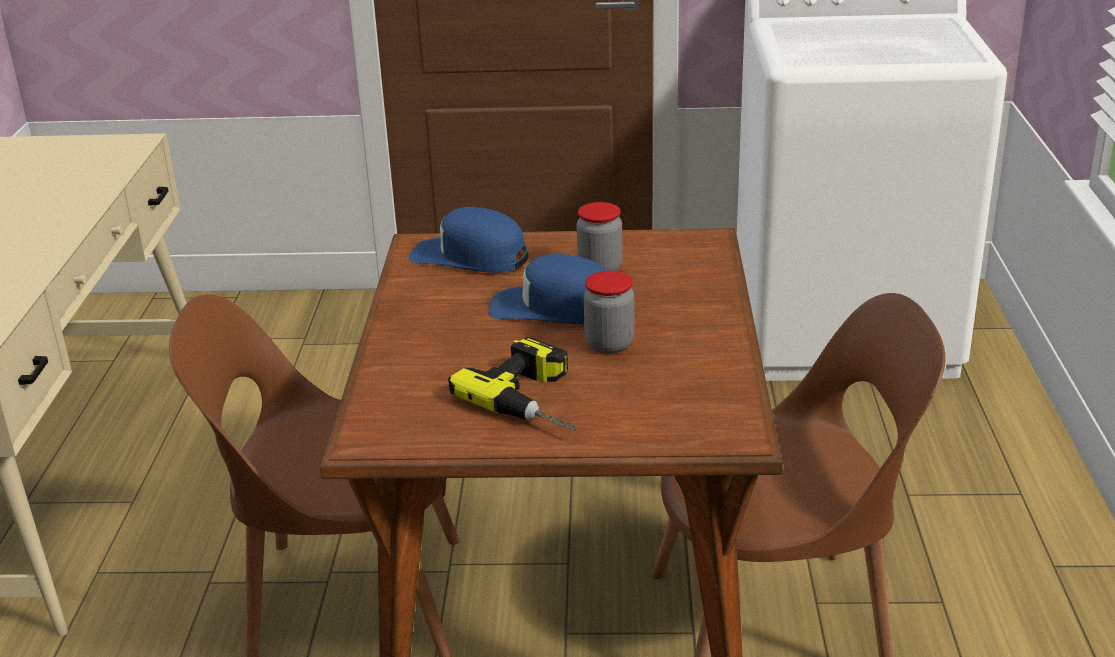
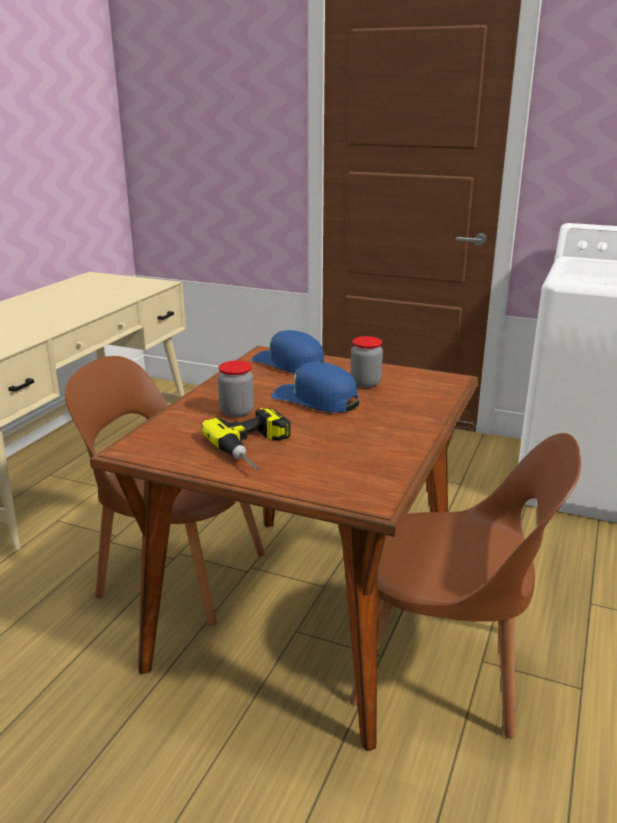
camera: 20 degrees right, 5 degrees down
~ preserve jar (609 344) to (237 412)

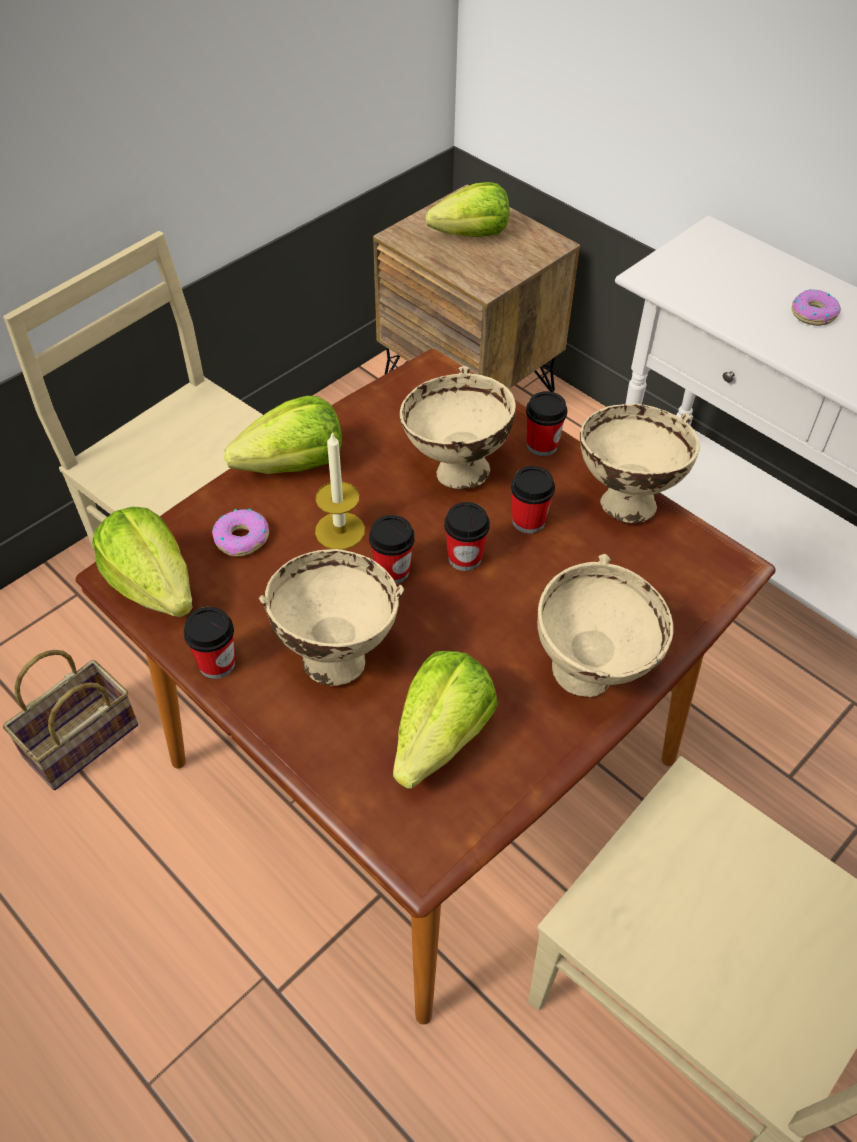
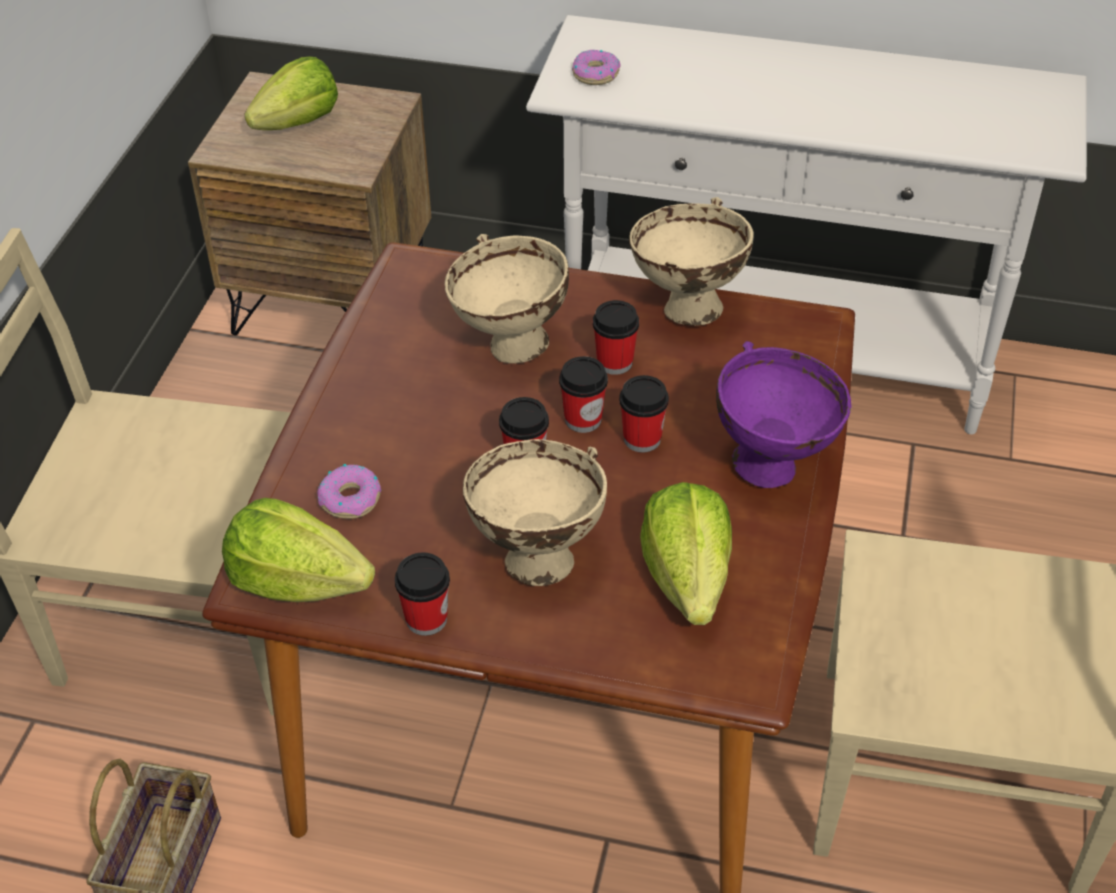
camera: 30 degrees left, 5 degrees down
~ donut (813 314) to (595 74)
~ drinking cup (542 445) to (642 439)
- head of lettuce (293 465)
- candle (340 531)
~ beige-coloured deep dish (590 674) to purplish deep dish (772 465)

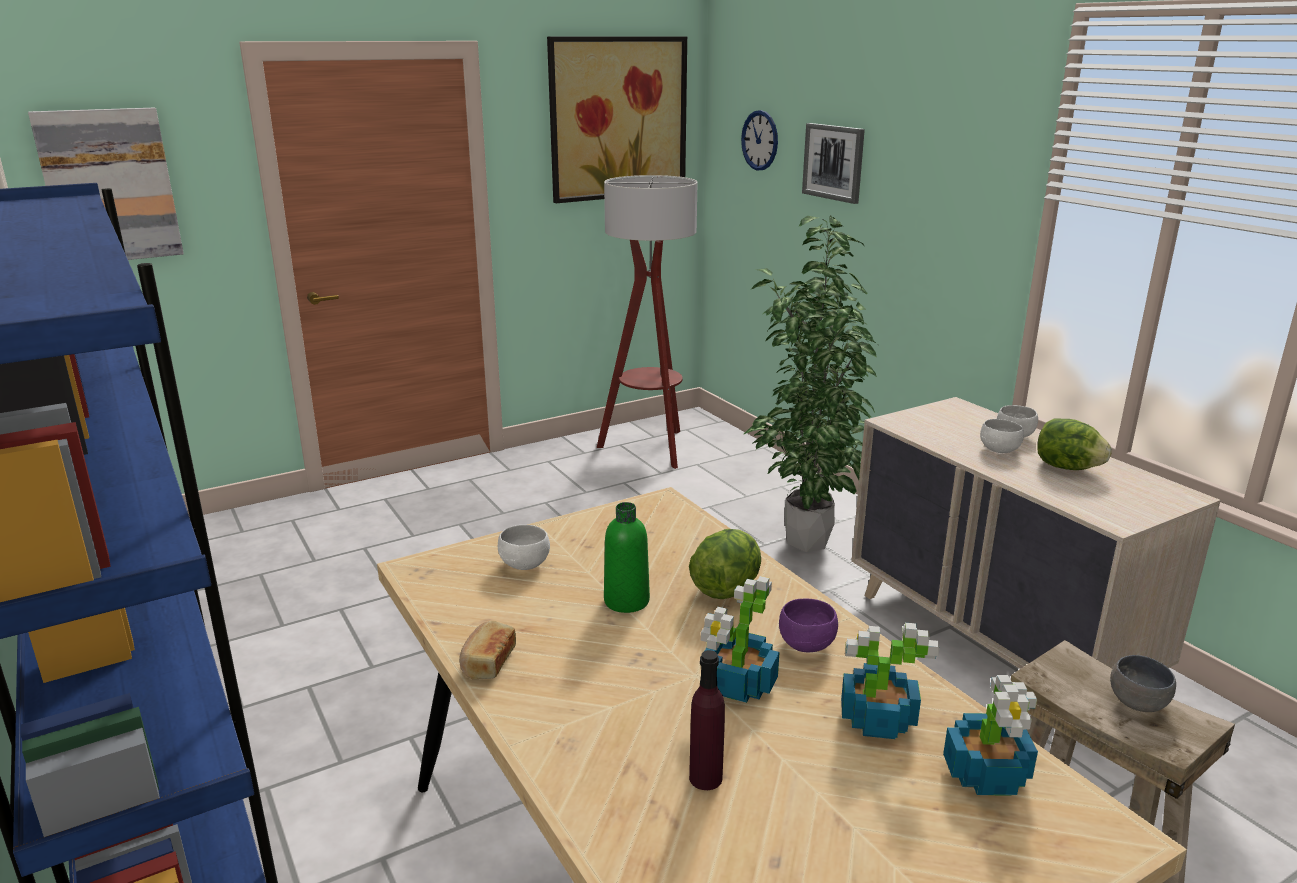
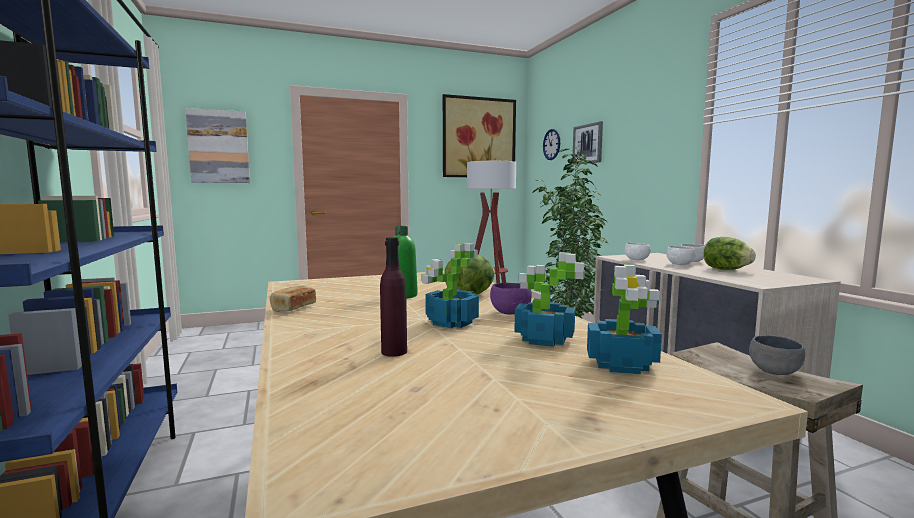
camera: 10 degrees right, 15 degrees down
~ whitish deep dish (526 564) to (637 260)

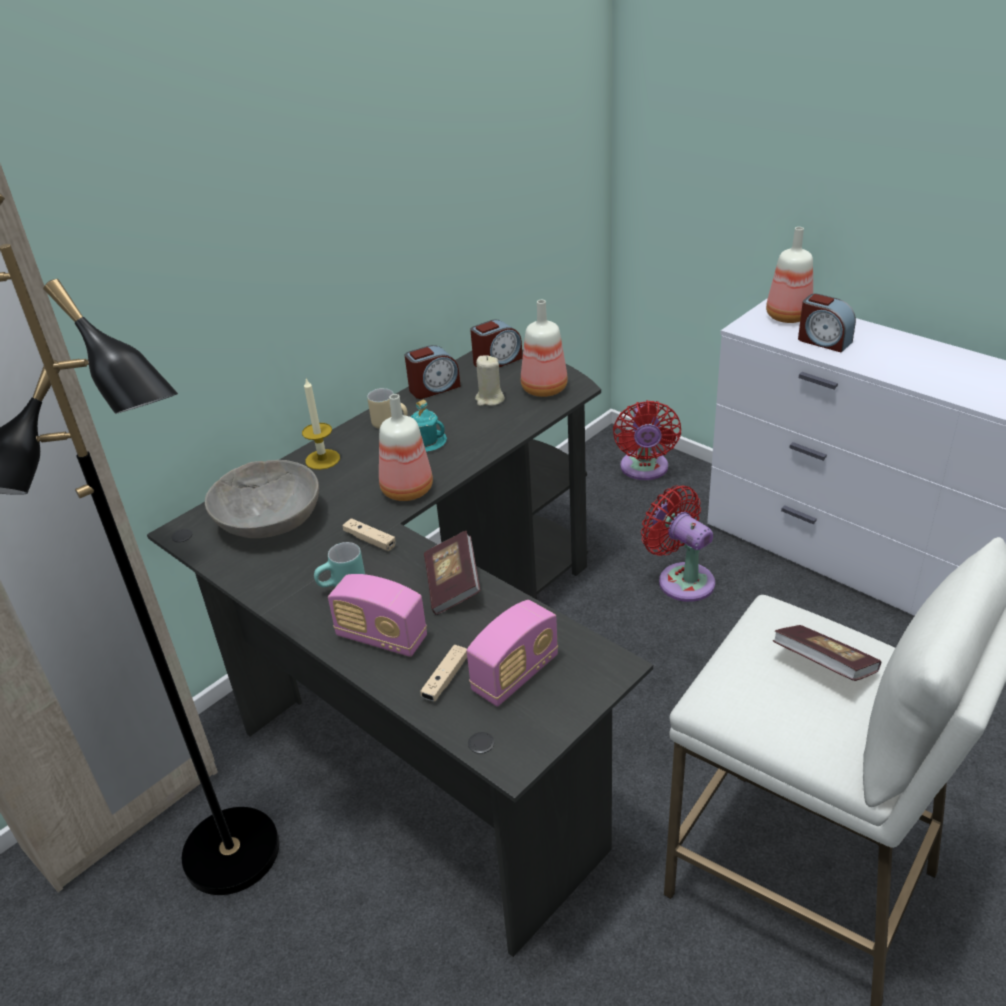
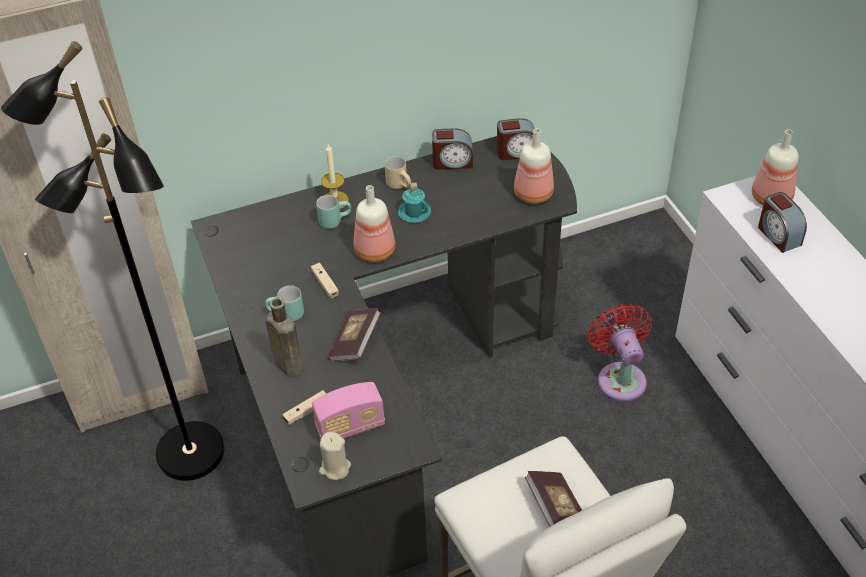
camera: 25 degrees right, 10 degrees up
~ beige-coloured candle (489 399) to (335 468)
- red-coloured cooling fan (644 469)
- grey deep dish (268 520)
~ radio receiver (381 638) to brownish beverage bottle (287 364)
+ blue-green mug (334 220)

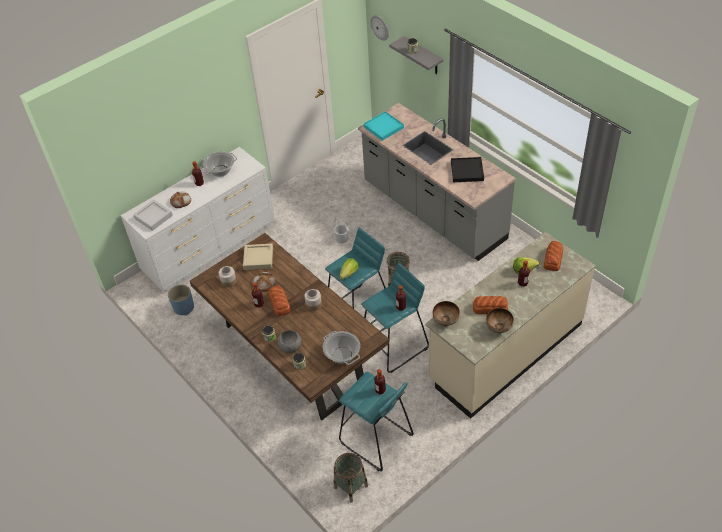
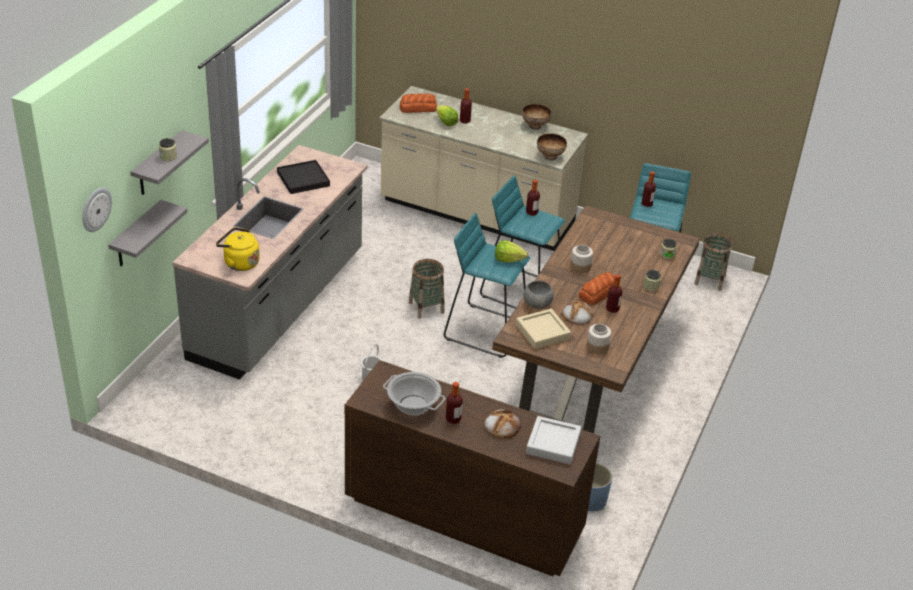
camera: 120 degrees left, 10 degrees down
~ blue-green serving tray (383 127) to yellow kettle (239 263)
~ whitish dresser (210 248) to brownish dresser (463 516)
- bread (489 308)
~ grey deep dish (290 347) to (537 304)
- stockpot (342 355)
+ grey bracket shelf (136 235)

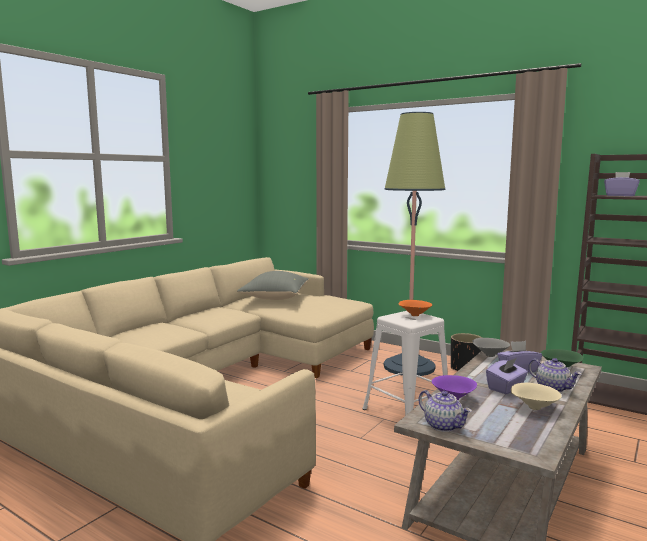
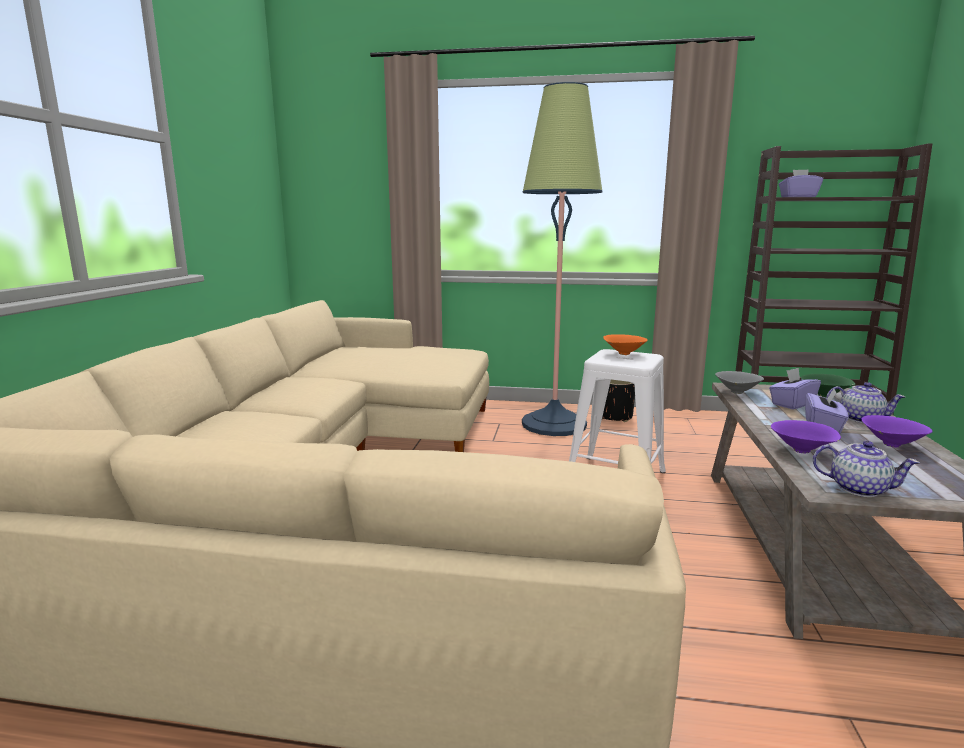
camera: 25 degrees left, 5 degrees up
- grey cushion (275 298)
~ beige-coloured deep dish (533 408) to purplish deep dish (890 445)

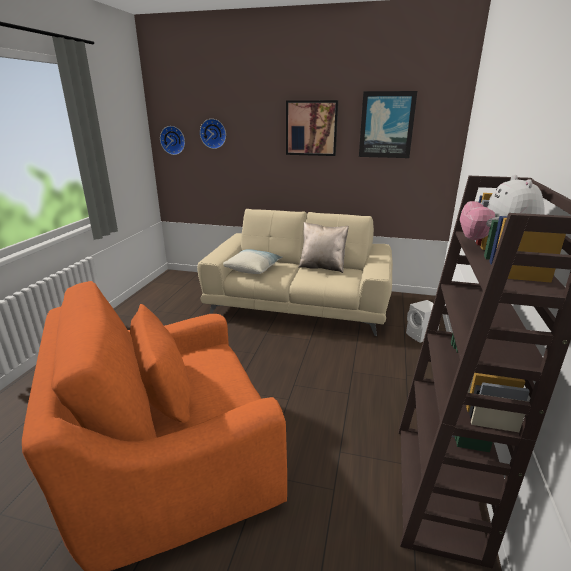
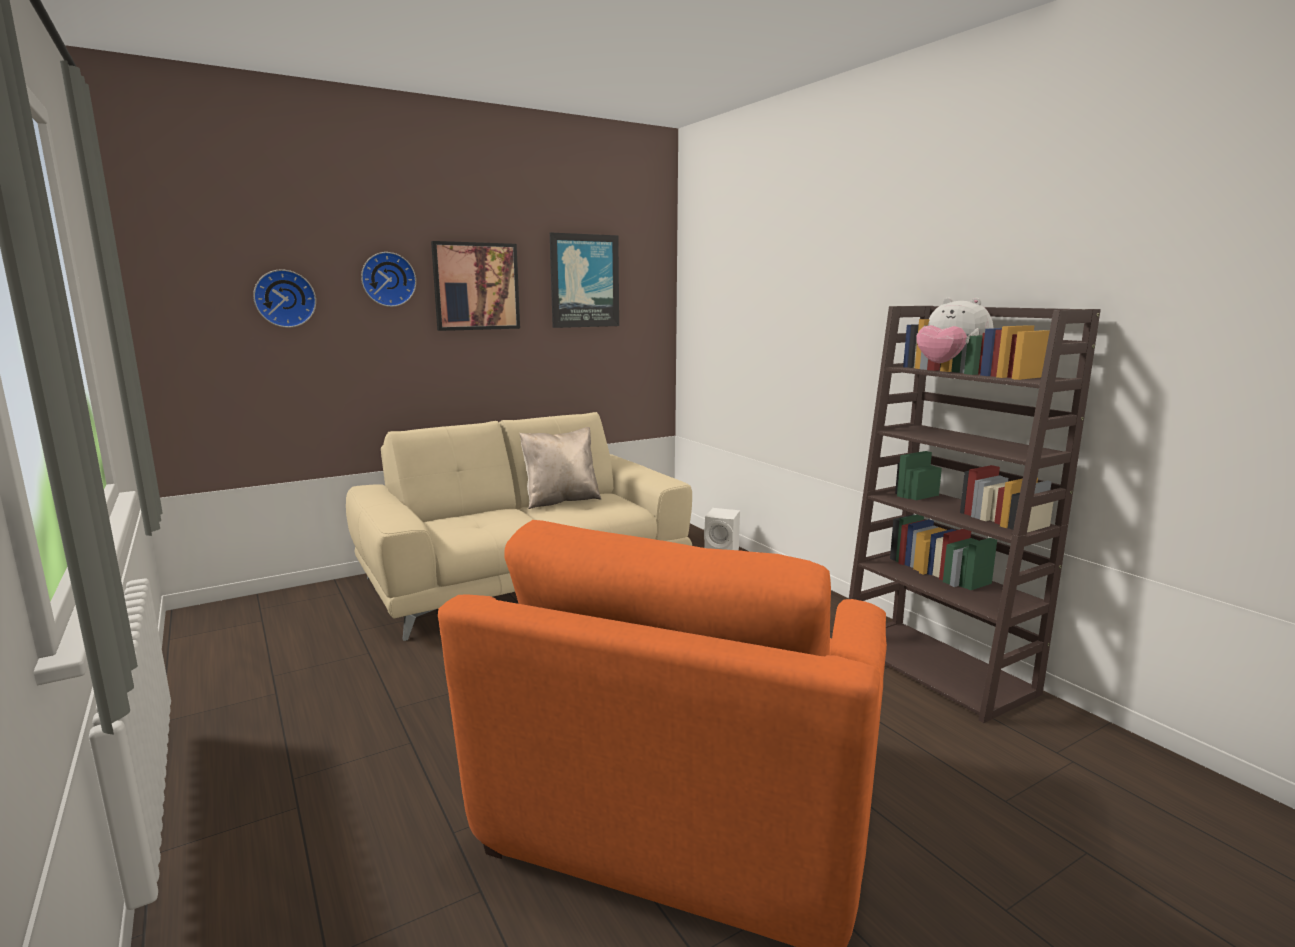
camera: 45 degrees left, 10 degrees down
~ clock on the wall (173 140) to (388 279)
- cushion (253 269)

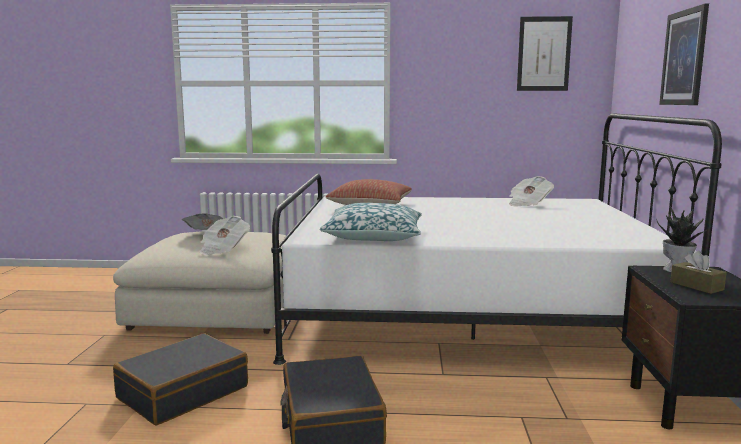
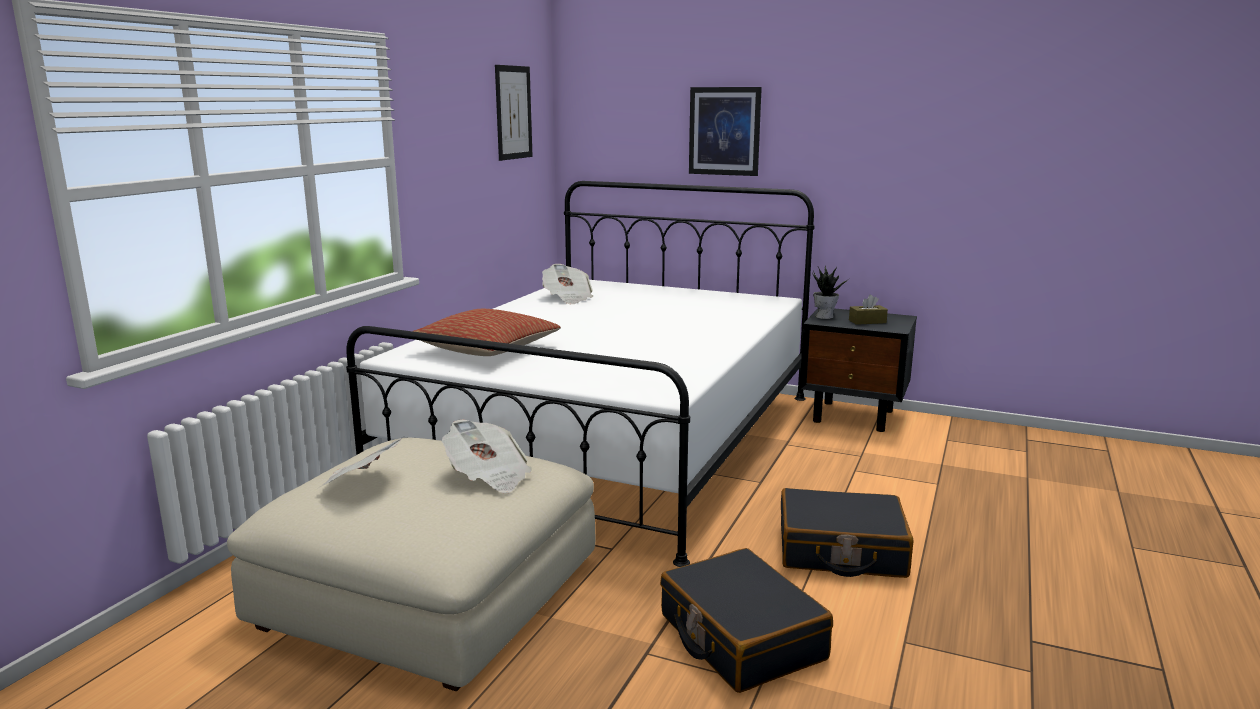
camera: 70 degrees left, 5 degrees up
- cushion (374 236)

